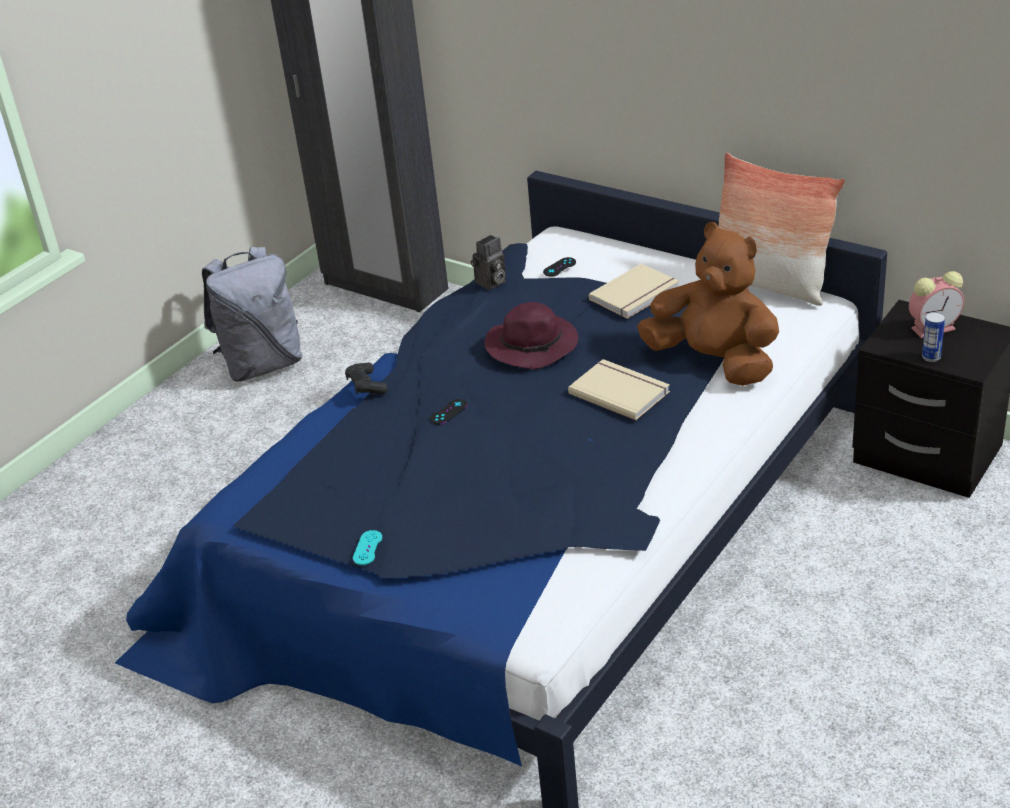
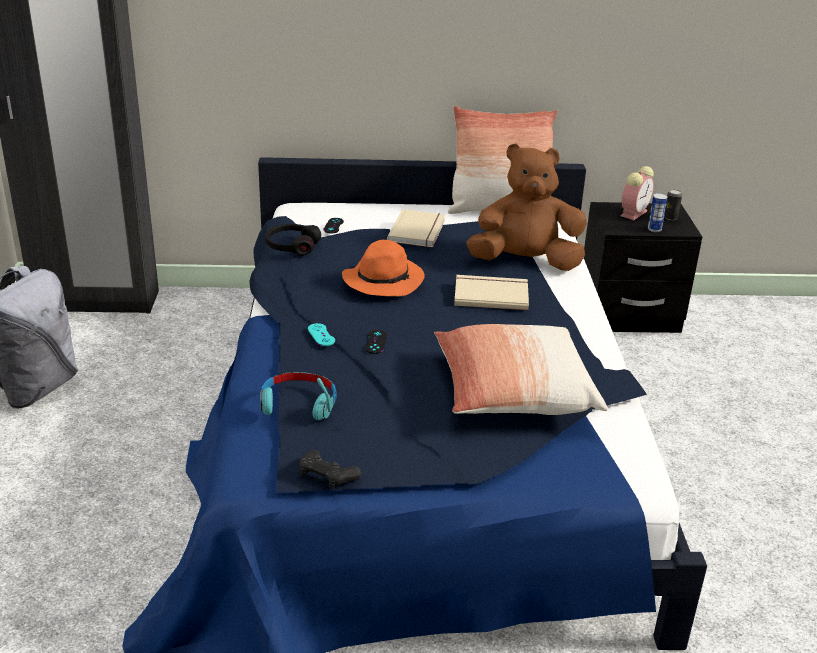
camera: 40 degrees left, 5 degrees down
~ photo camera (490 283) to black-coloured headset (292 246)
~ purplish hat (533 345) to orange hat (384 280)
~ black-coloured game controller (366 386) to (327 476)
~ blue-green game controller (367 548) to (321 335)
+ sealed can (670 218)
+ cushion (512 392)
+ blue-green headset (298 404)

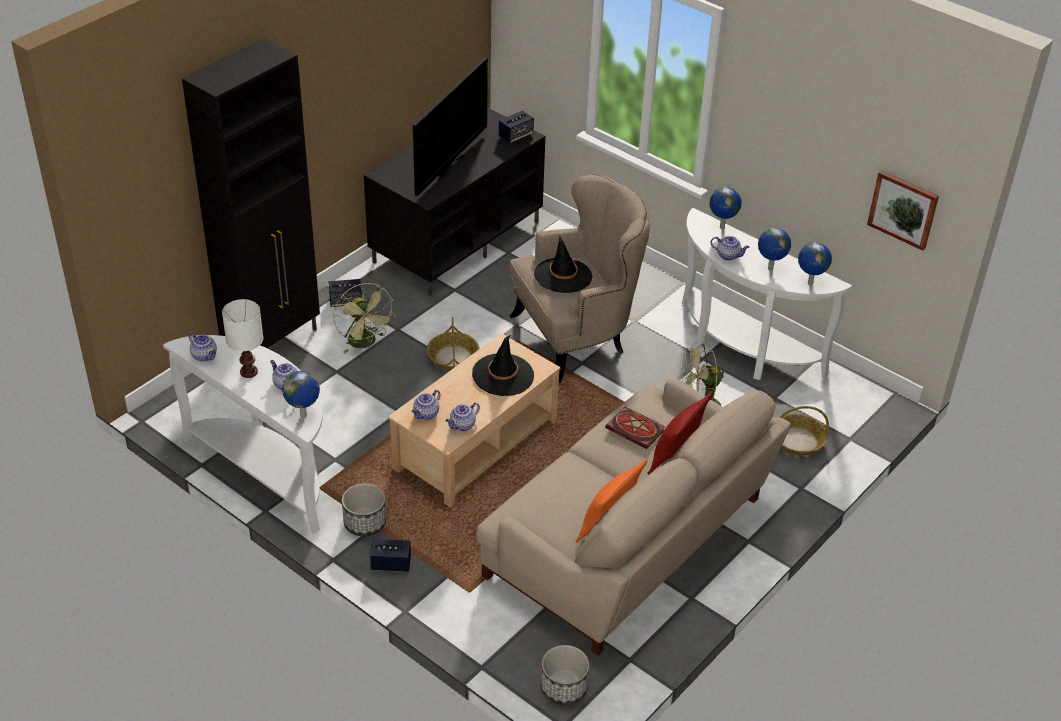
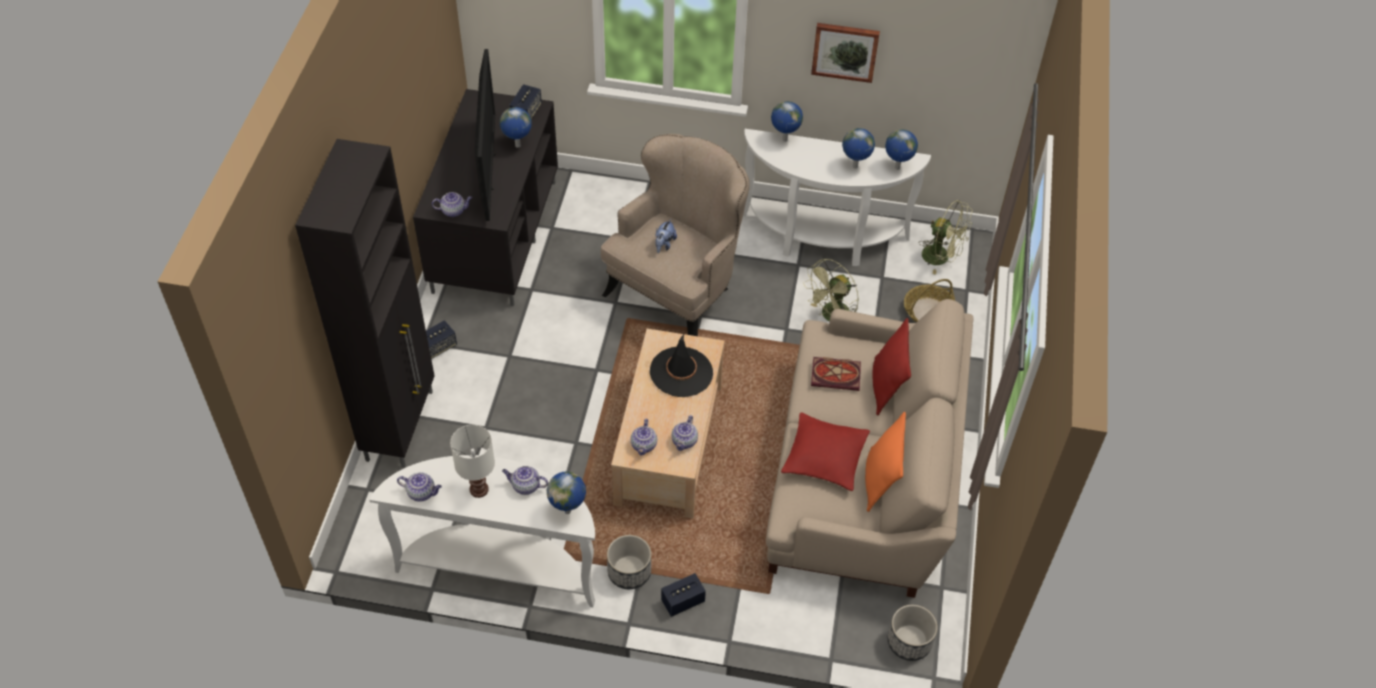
camera: 30 degrees left, 10 degrees up
~ wall art (903 209) to (845 51)
~ black-coloured hat (563 276) to soft toy (664 244)
~ teapot (728 255) to (454 211)
~ green cooling fan (365 343) to (941 257)
- household basket (453 357)
+ desk globe (517 146)
+ red-coloured cushion (824 457)

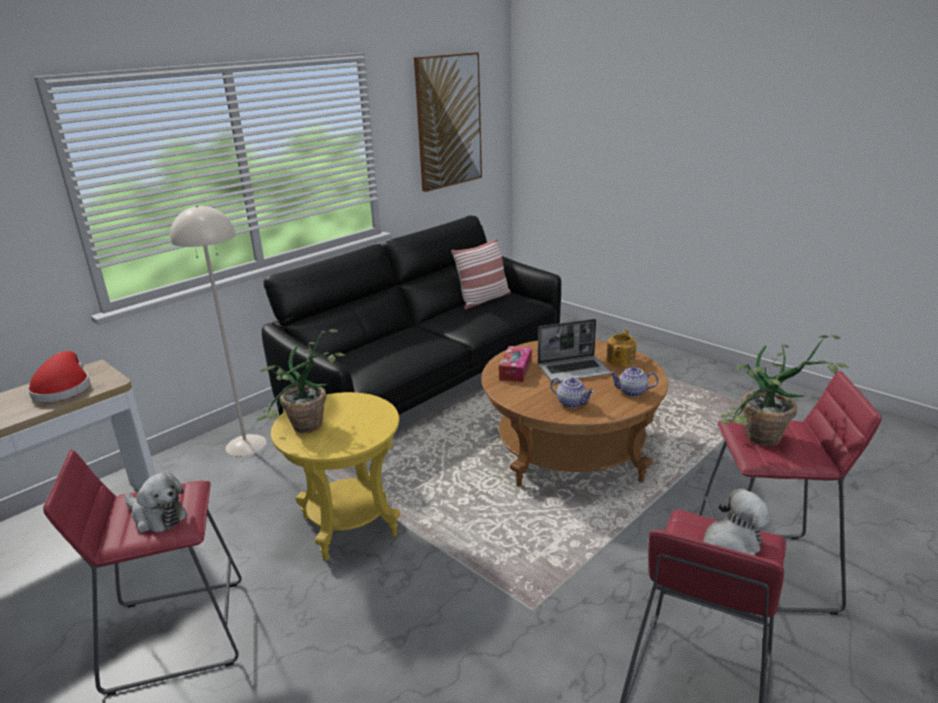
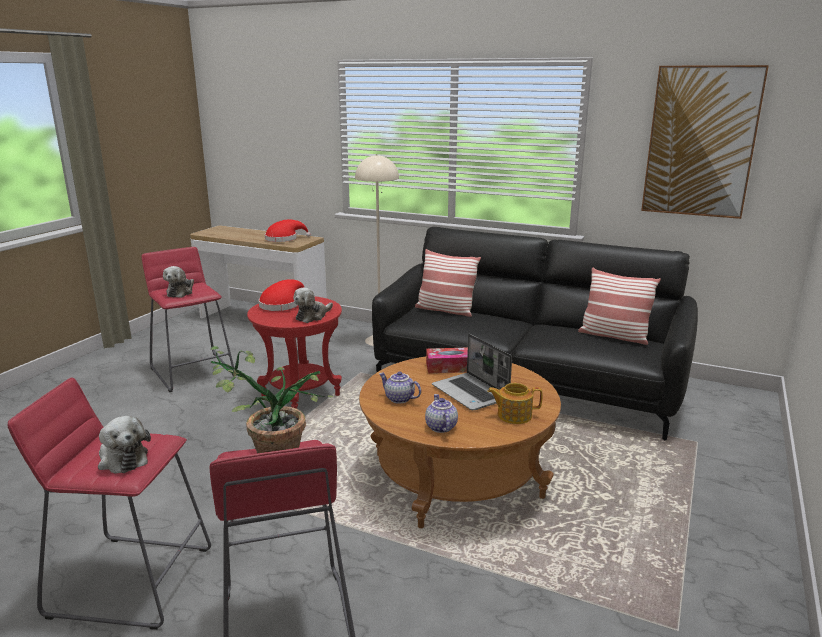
camera: 70 degrees right, 5 degrees down
~ plant in a pot (306 430) to red-coloured hat (282 305)
~ teapot (572 403) = (399 399) 105 degrees clockwise
~ yellow end table (349 525) to red-coloured end table (300 395)
+ cushion (445 310)
+ soft toy (312 316)

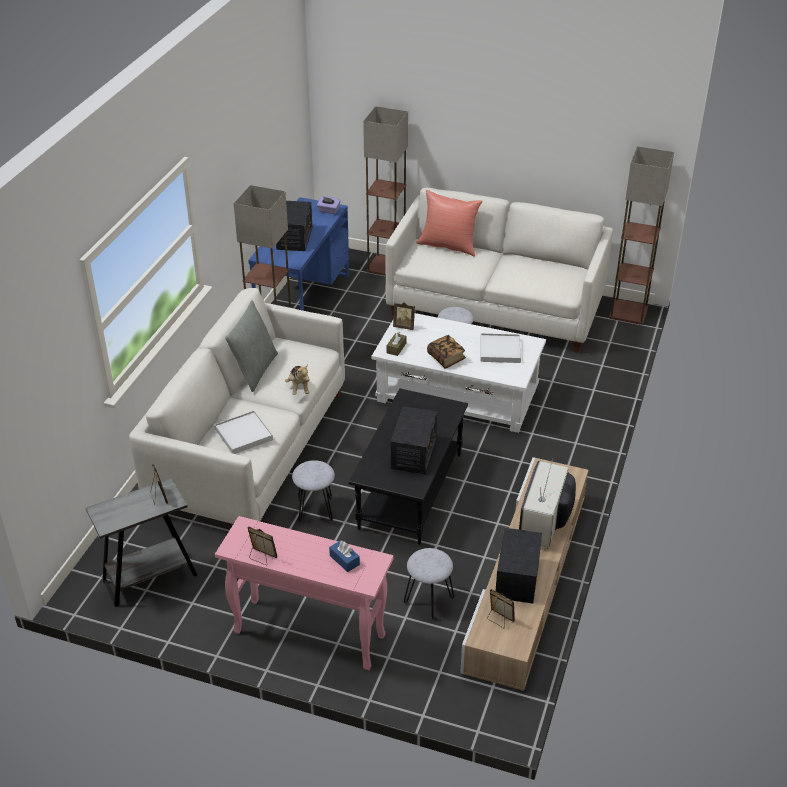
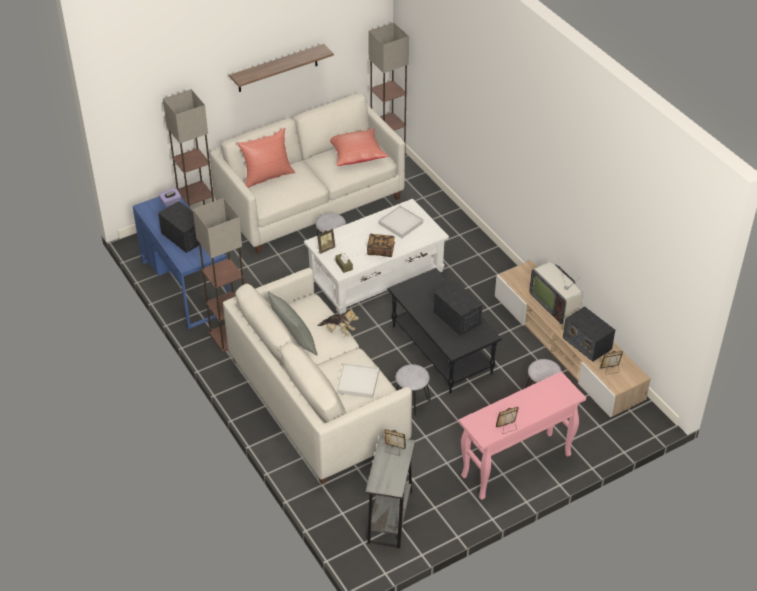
camera: 50 degrees left, 5 degrees up
- blue-coloured tissue box (344 560)
+ bracket shelf (277 68)
+ red-coloured cushion (356 155)

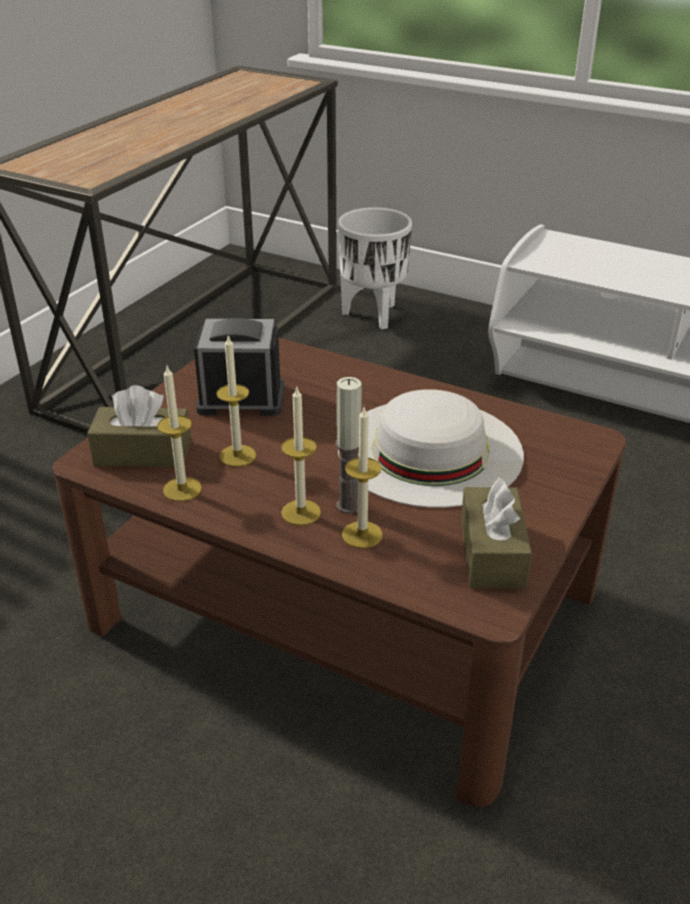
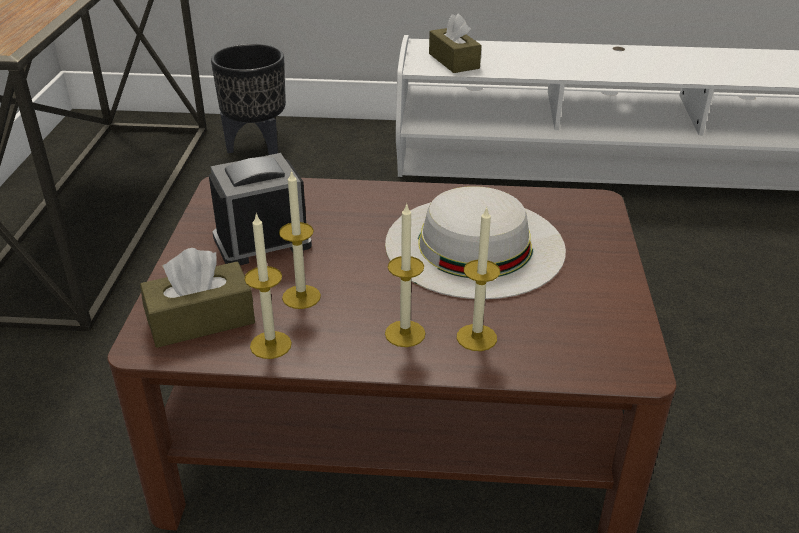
camera: 25 degrees left, 0 degrees up
~ whitish planter (373 315) to black-coloured planter (257 148)
- candle (348 505)
~ brownish tissue box (492 553) to (454 61)

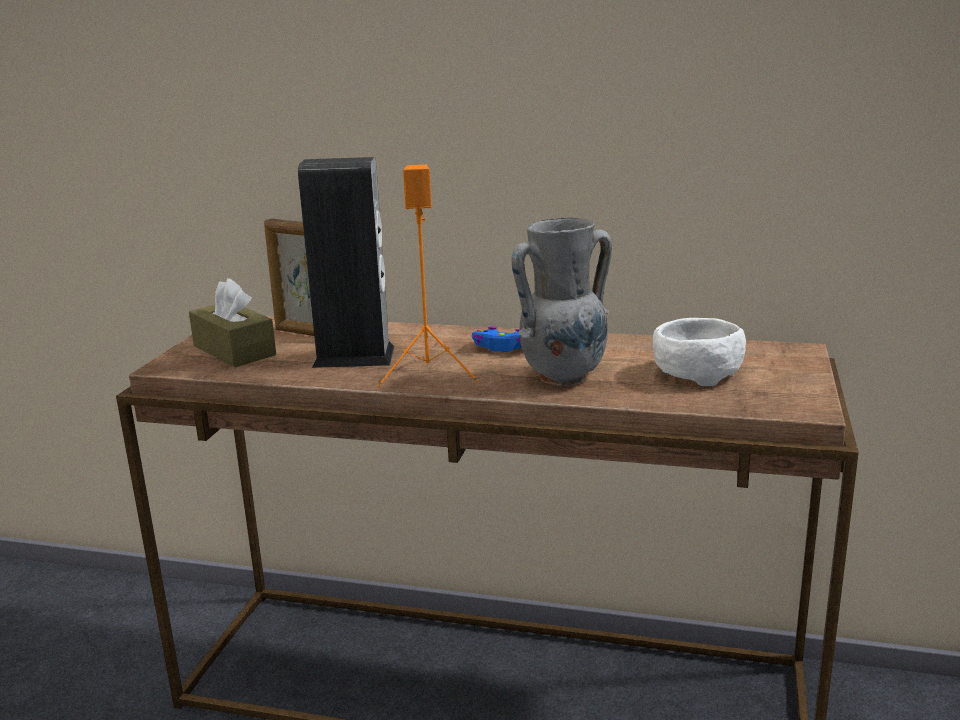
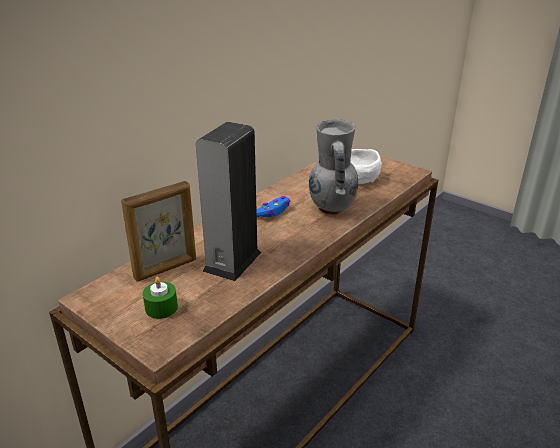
camera: 65 degrees left, 10 degrees up
- orange audio speaker (429 373)
~ brownish tissue box (234 350) to green candle (161 308)

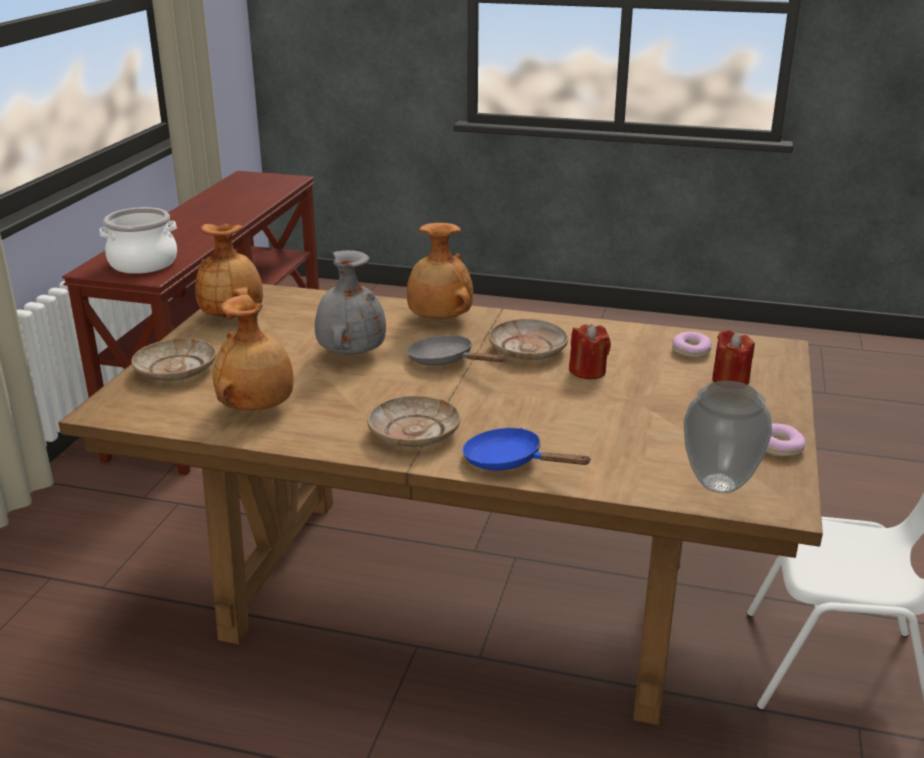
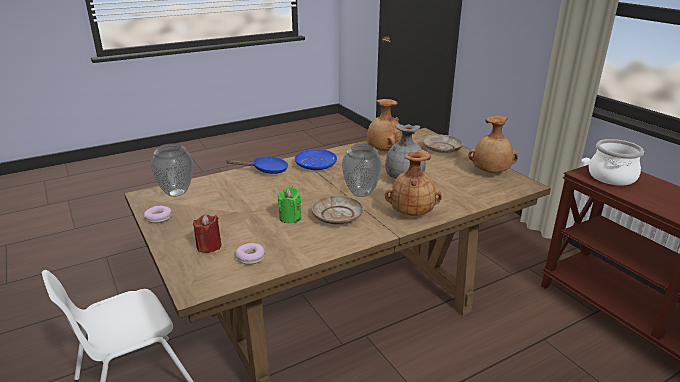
camera: 135 degrees right, 0 degrees up
~ red-coloured candle (588 371) to green candle (290 218)
~ grey skillet (446 361) to vase (361 194)
~ beige-coloured flat dish (413 433) to blue-coloured flat dish (316 165)

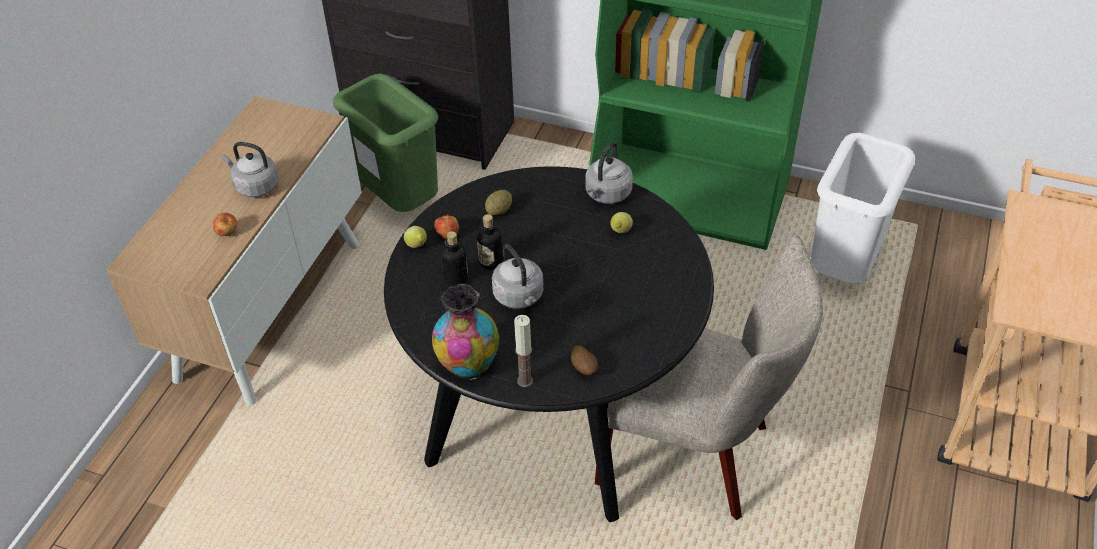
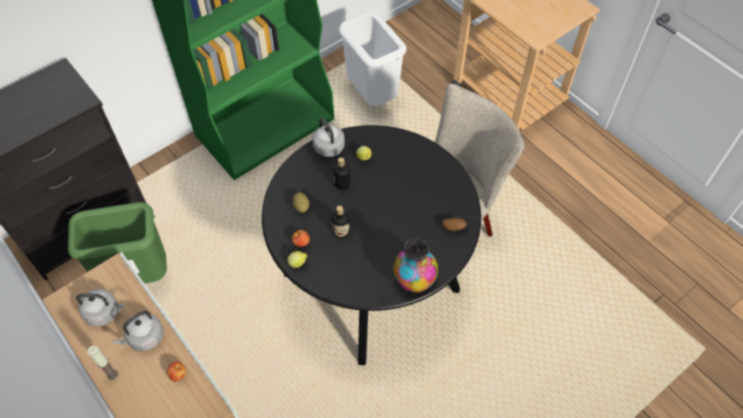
camera: 60 degrees left, 10 degrees up
~ beverage bottle (456 279) to (342 184)
~ grey kettle (520 297) to (104 313)
~ candle (525 381) to (112 374)

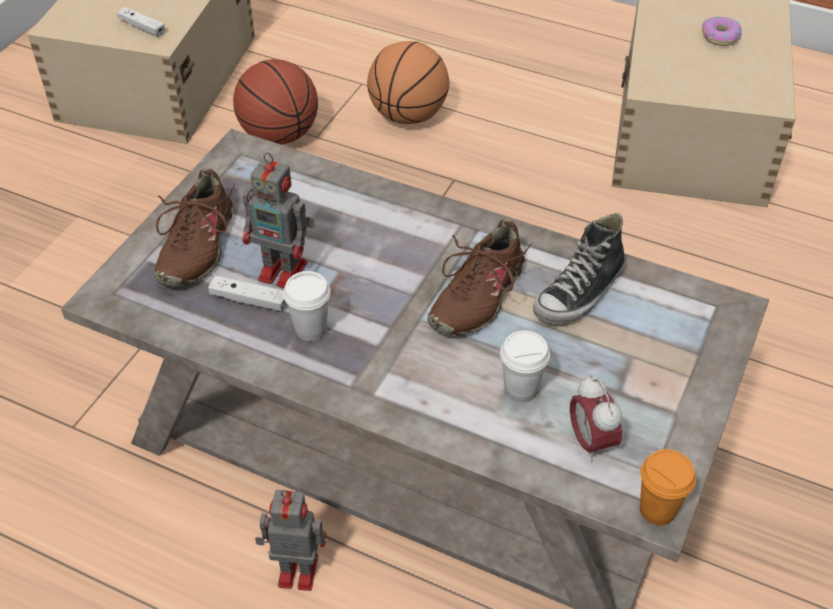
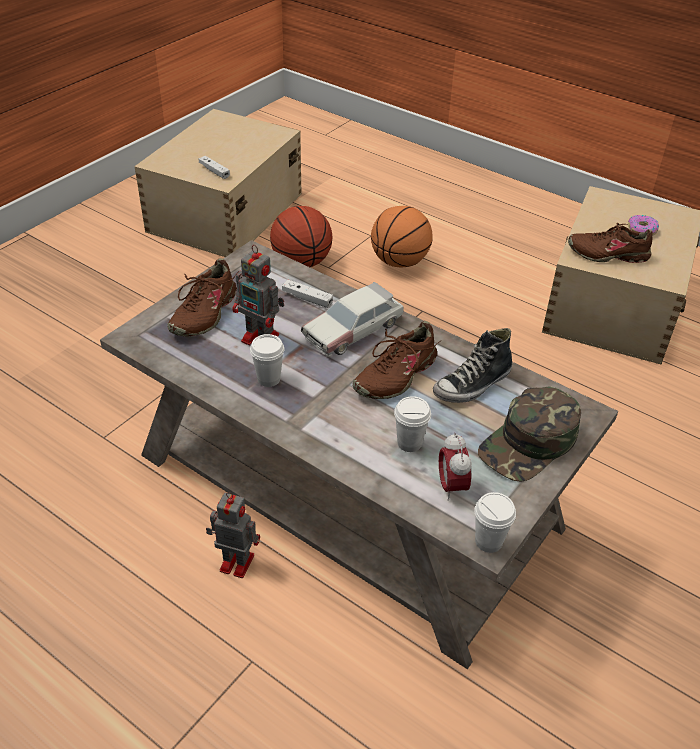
camera: 10 degrees right, 5 degrees down
~ whitish game controller (249 300) to (307 298)
~ orange drinking cup (657 510) to whitish drinking cup (488 541)
+ brownish low shoe (607 254)
+ miniature car (353 329)
+ green baseball cap (529 443)

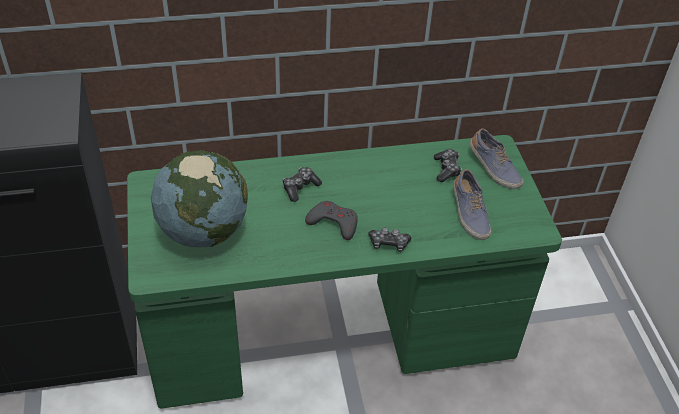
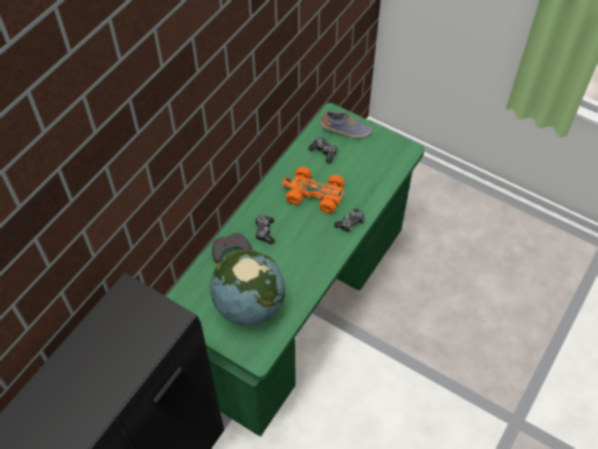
camera: 45 degrees left, 10 degrees up
- low shoe (469 214)
~ grey game controller (333 223) to (230 249)
+ orange miniature car (313 194)

